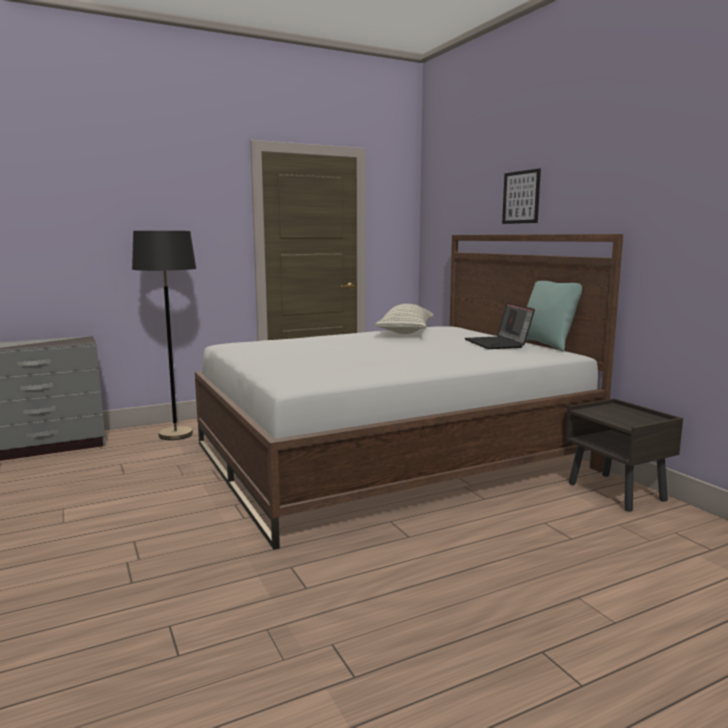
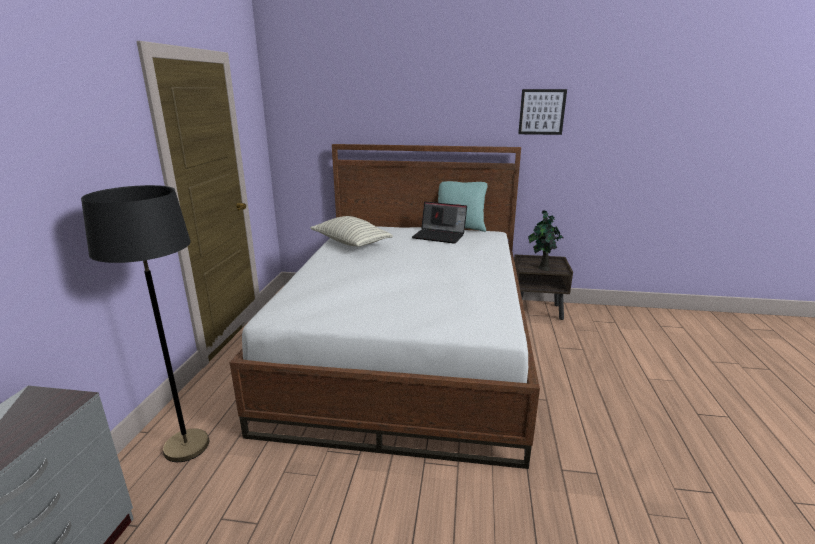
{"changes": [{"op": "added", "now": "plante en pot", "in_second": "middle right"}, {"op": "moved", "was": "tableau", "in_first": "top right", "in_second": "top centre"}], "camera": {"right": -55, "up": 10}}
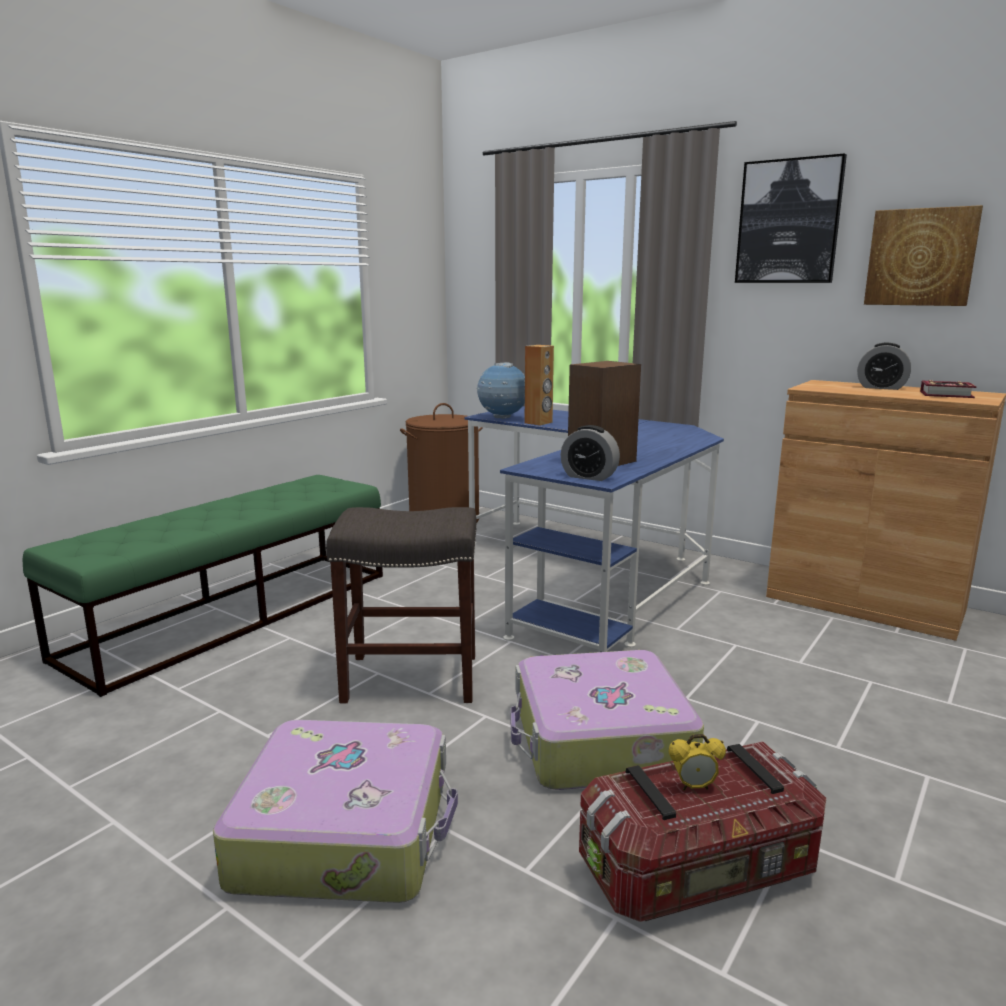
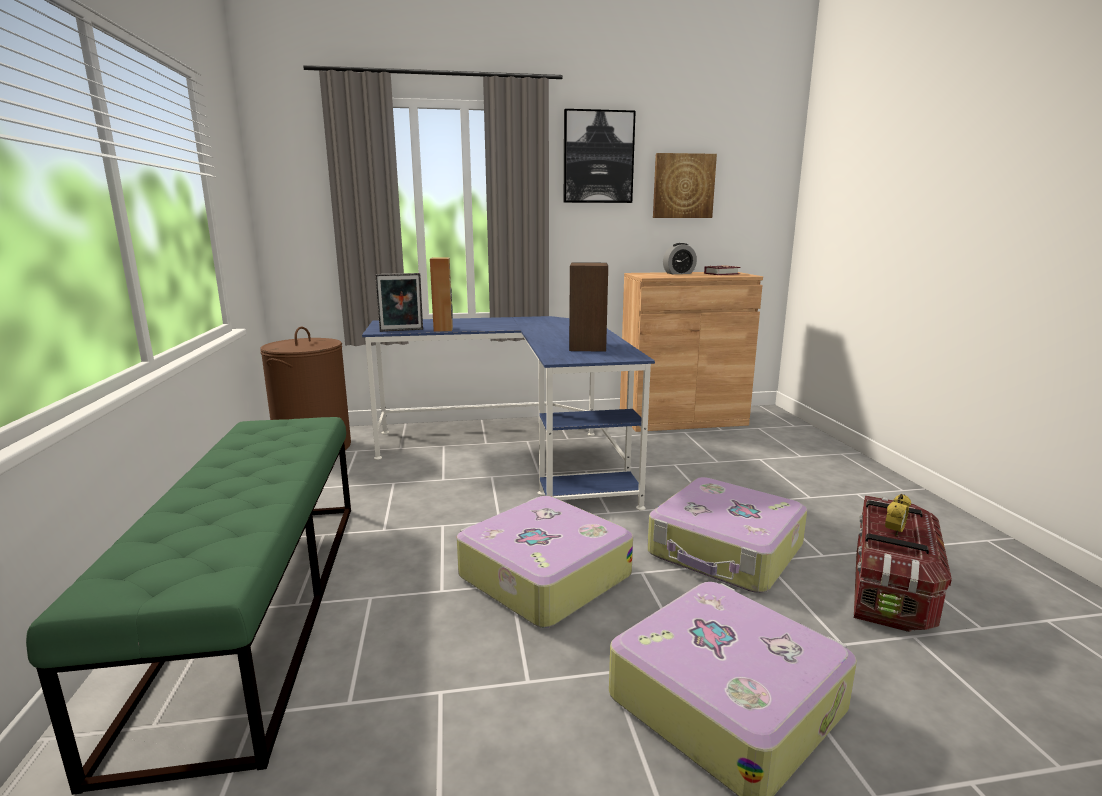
{"changes": [{"op": "removed", "was": "réveil (1st from left)", "in_first": "centre"}, {"op": "replaced", "was": "tabouret/gris", "now": "valise (1st from left)", "in_first": "centre", "in_second": "bottom centre"}, {"op": "replaced", "was": "globe", "now": "cadre photo", "in_first": "centre", "in_second": "centre"}], "camera": {"right": -45, "up": 0}}
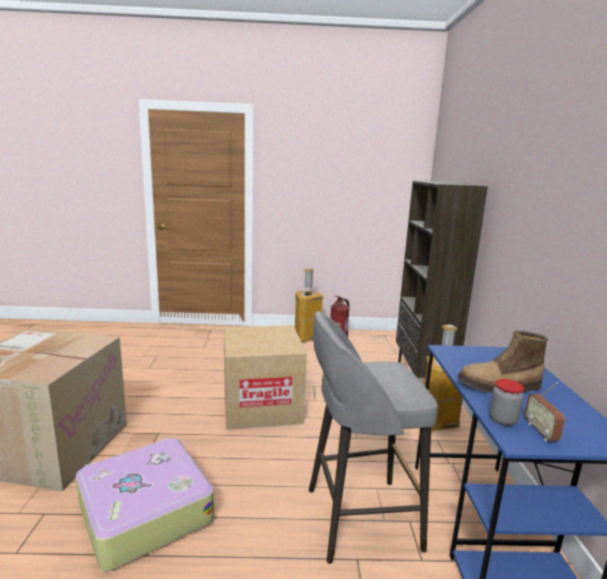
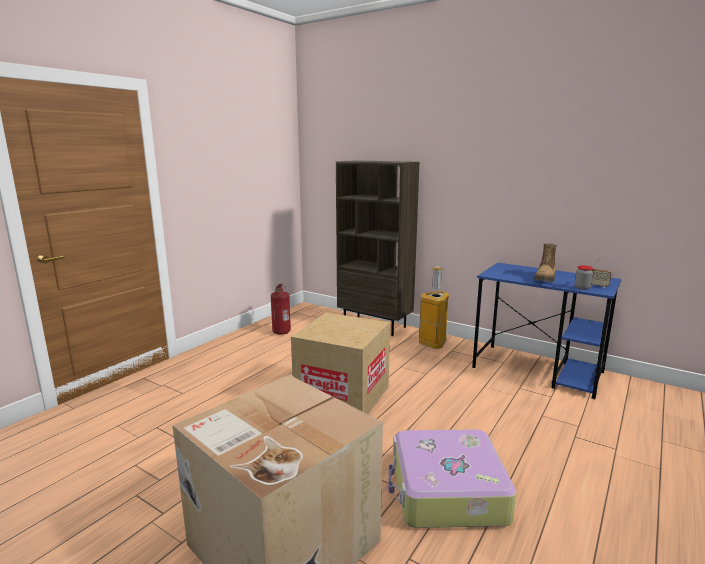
{"changes": [{"op": "removed", "was": "poubelle (1st from left)", "in_first": "centre"}, {"op": "removed", "was": "tabouret/gris", "in_first": "bottom centre"}], "camera": {"right": -55, "up": 0}}
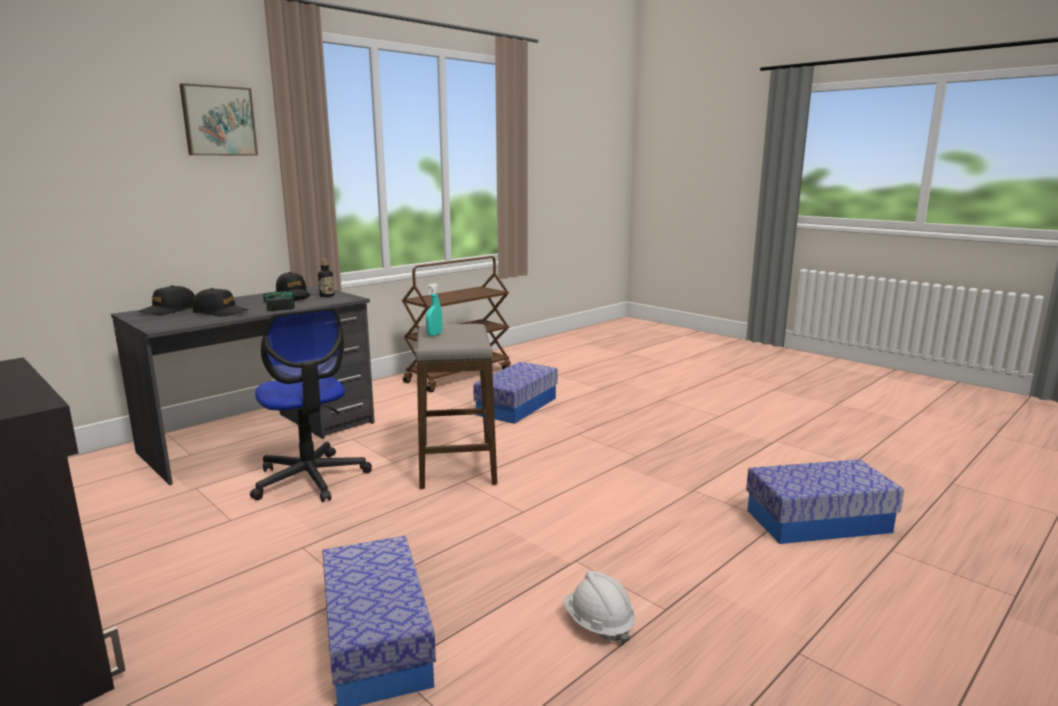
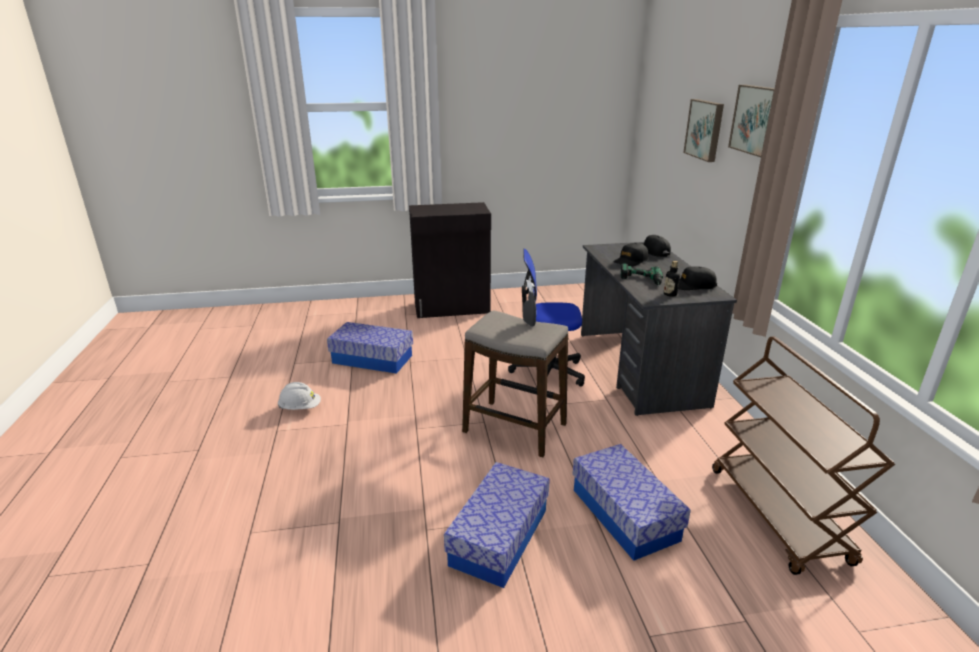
{"changes": [{"op": "added", "now": "tableau (1st from left)", "in_second": "top right"}, {"op": "moved", "was": "boîte de rangement (3rd from left in the first image)", "now": "boîte de rangement (2nd from left)", "in_first": "bottom right", "in_second": "bottom centre"}, {"op": "recoloured", "was": "vaporisateur/turquoise", "now": "vaporisateur/gris", "in_first": "centre", "in_second": "centre"}], "camera": {"right": 125, "up": 10}}
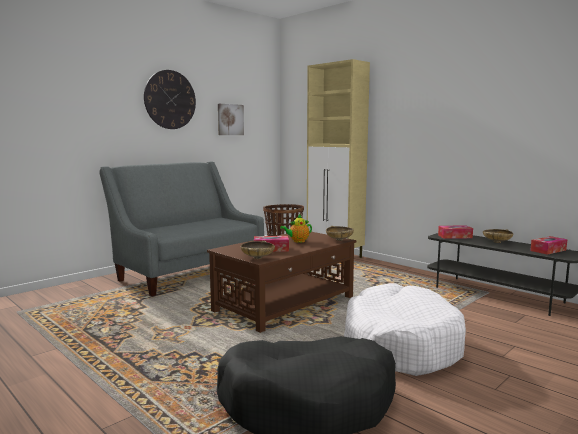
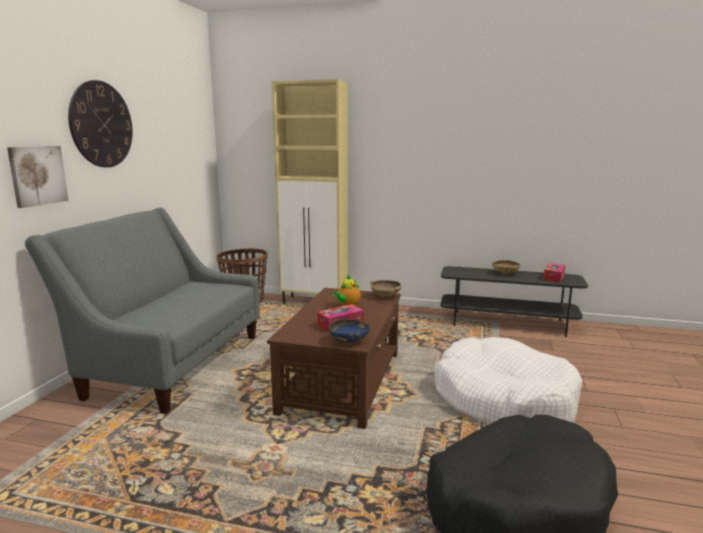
{"changes": [{"op": "removed", "was": "boîte à mouchoirs (2nd from left)", "in_first": "middle right"}, {"op": "moved", "was": "tableau", "in_first": "top centre", "in_second": "top left"}, {"op": "recoloured", "was": "bol/beige (1st from left)", "now": "bol/bleu", "in_first": "centre", "in_second": "centre"}], "camera": {"right": -30, "up": 5}}
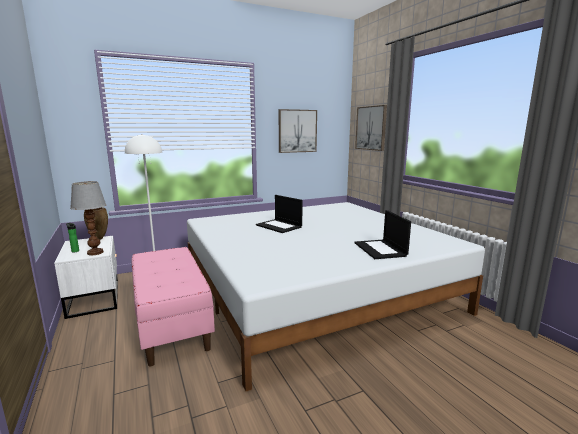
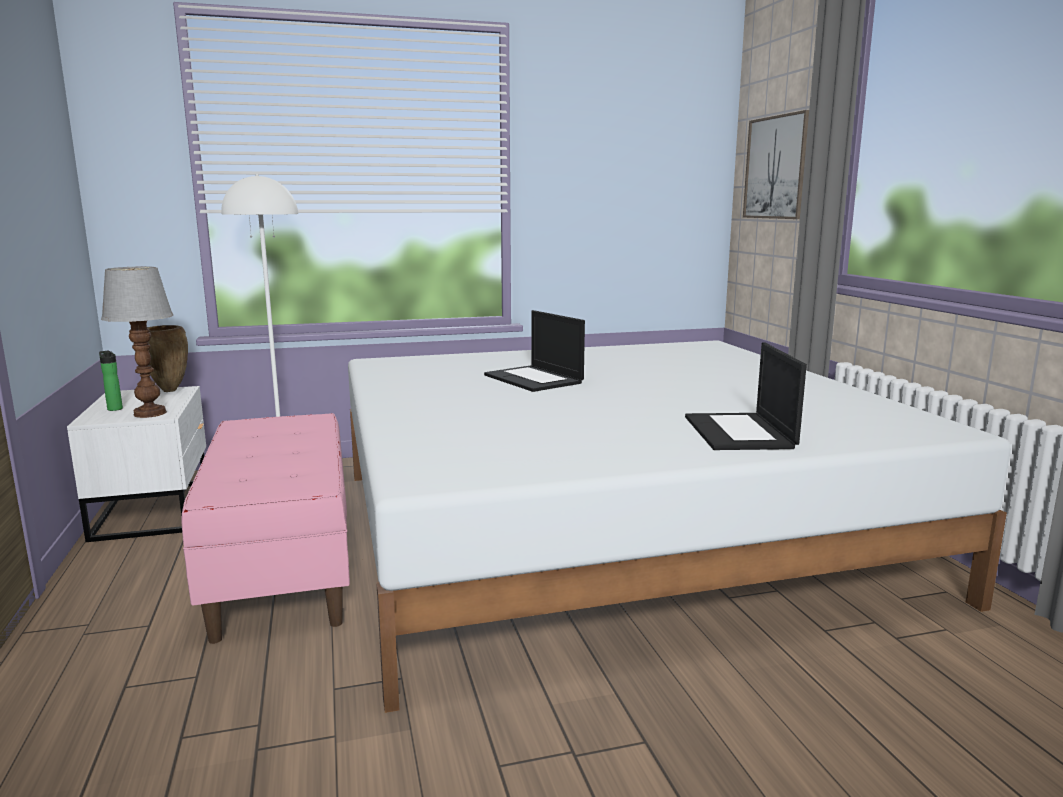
{"changes": [{"op": "removed", "was": "tableau (1st from left)", "in_first": "top centre"}], "camera": {"right": 10, "up": 0}}
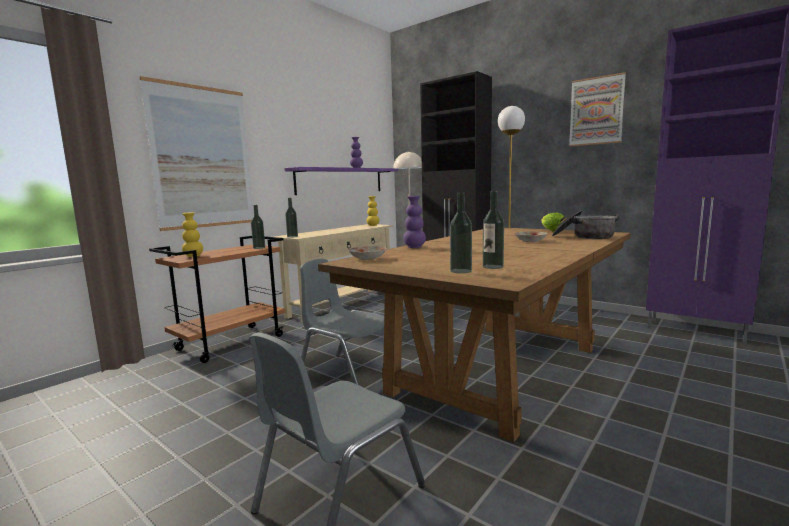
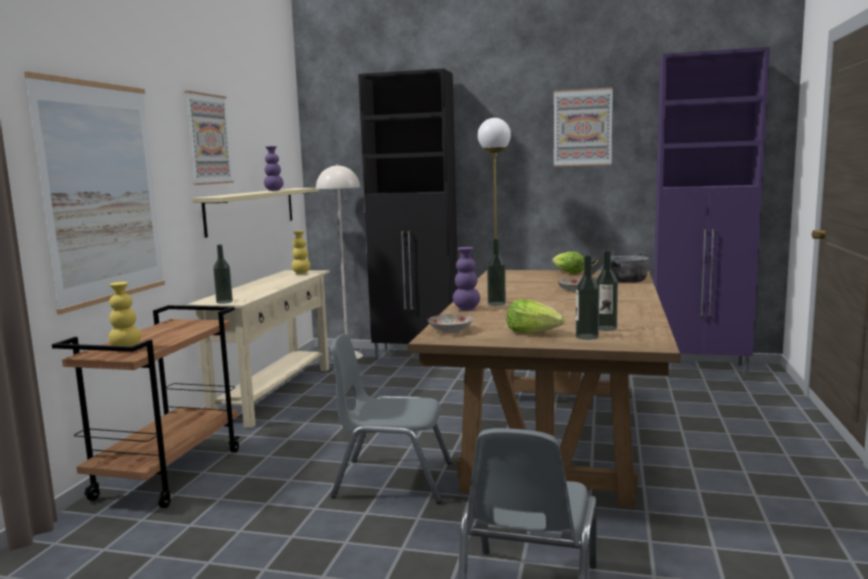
{"changes": [{"op": "added", "now": "tableau (2nd from left)", "in_second": "top left"}, {"op": "added", "now": "laitue (1st from left)", "in_second": "centre"}, {"op": "moved", "was": "bouteille (1st from left in the first image)", "now": "bouteille (2nd from left)", "in_first": "middle left", "in_second": "centre"}, {"op": "recoloured", "was": "étagère/violet", "now": "étagère/beige", "in_first": "centre", "in_second": "middle left"}], "camera": {"right": -25, "up": 0}}
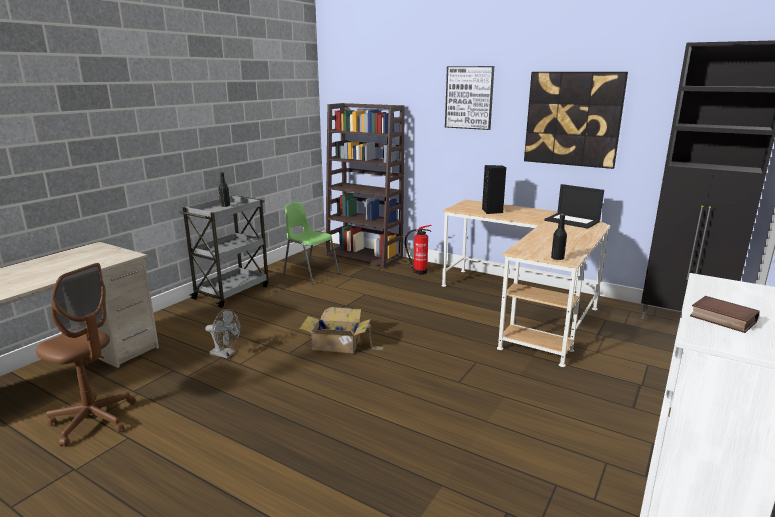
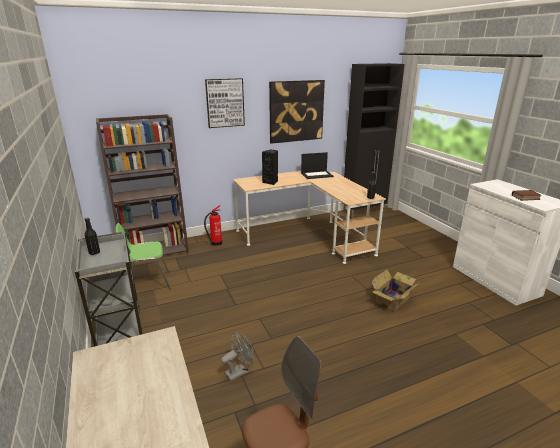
{"changes": [{"op": "moved", "was": "carton", "in_first": "centre", "in_second": "middle right"}], "camera": {"right": -55, "up": 5}}
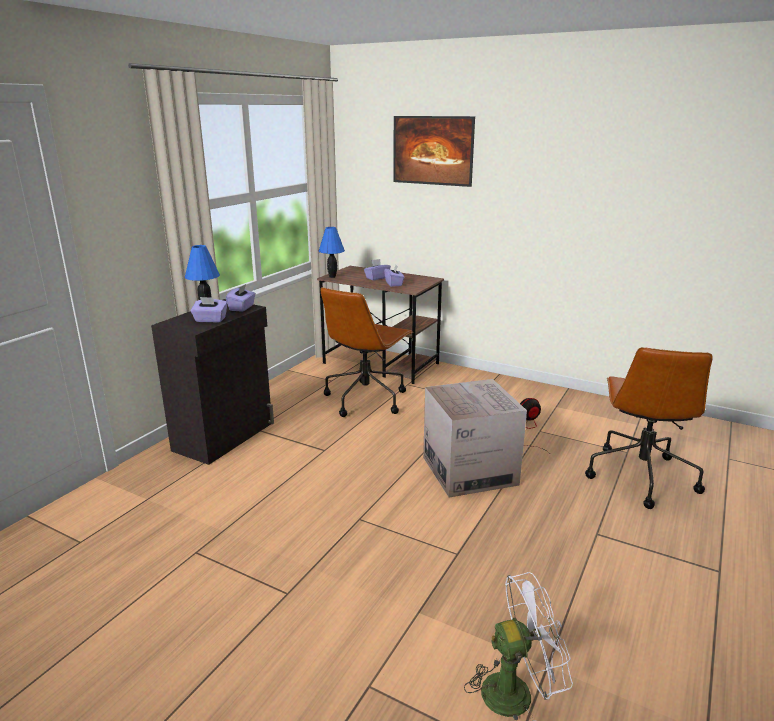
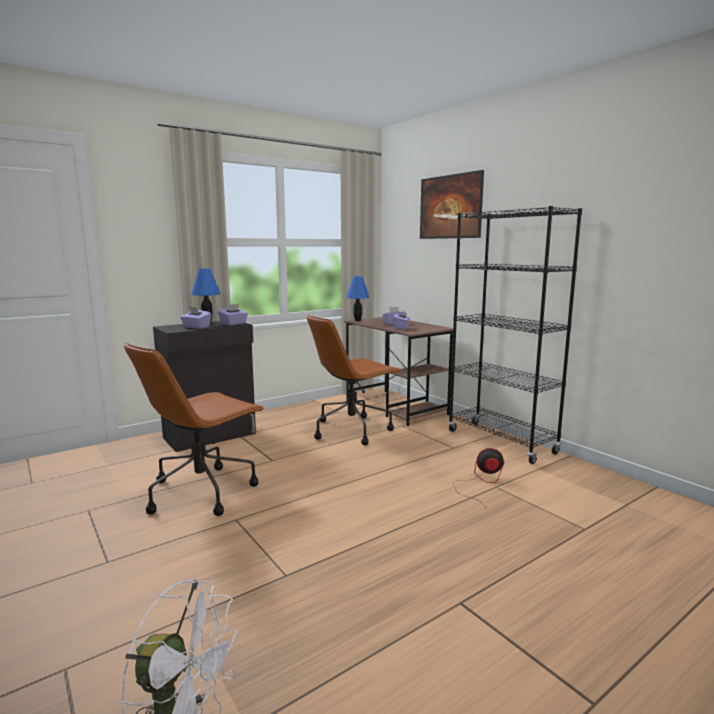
{"changes": [{"op": "removed", "was": "carton", "in_first": "centre"}, {"op": "added", "now": "bibliothèque/noir", "in_second": "middle right"}, {"op": "moved", "was": "chaise de bureau/marron (2nd from left in the first image)", "now": "chaise de bureau/marron (1st from left)", "in_first": "middle right", "in_second": "middle left"}], "camera": {"right": 25, "up": -10}}
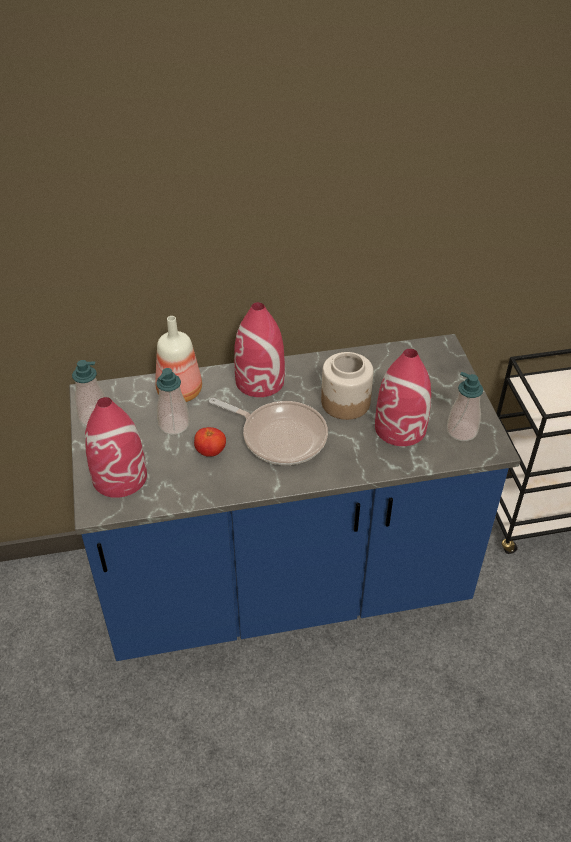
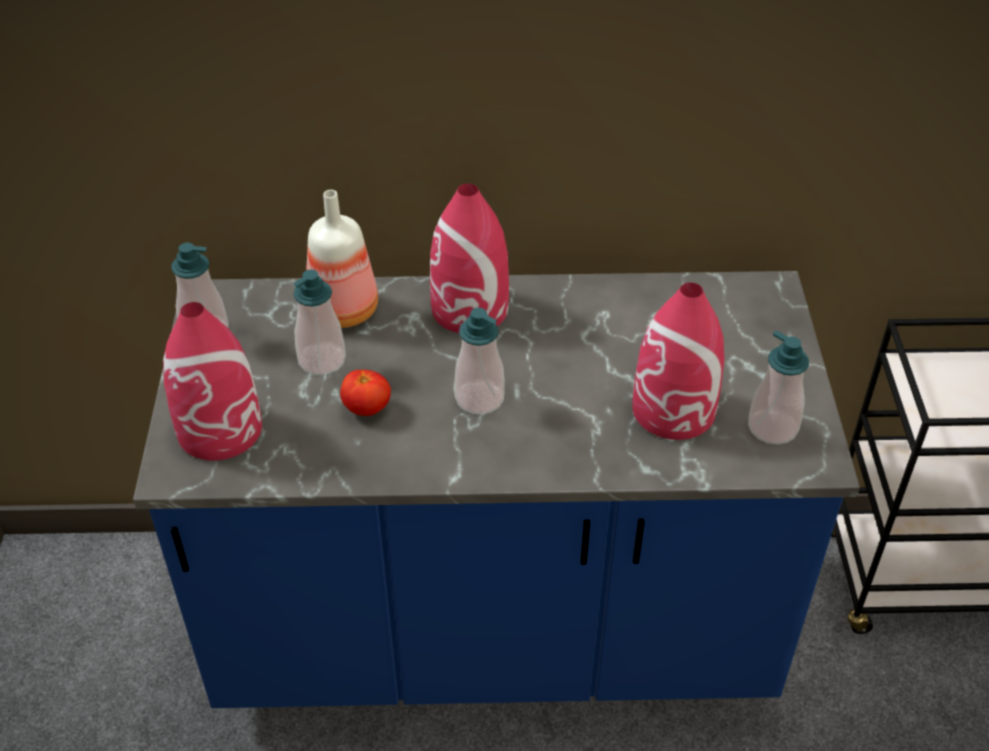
{"changes": [{"op": "removed", "was": "bocal", "in_first": "centre"}, {"op": "replaced", "was": "poêle", "now": "distributeur de savon (3rd from left)", "in_first": "centre", "in_second": "centre"}], "camera": {"right": 10, "up": 0}}
